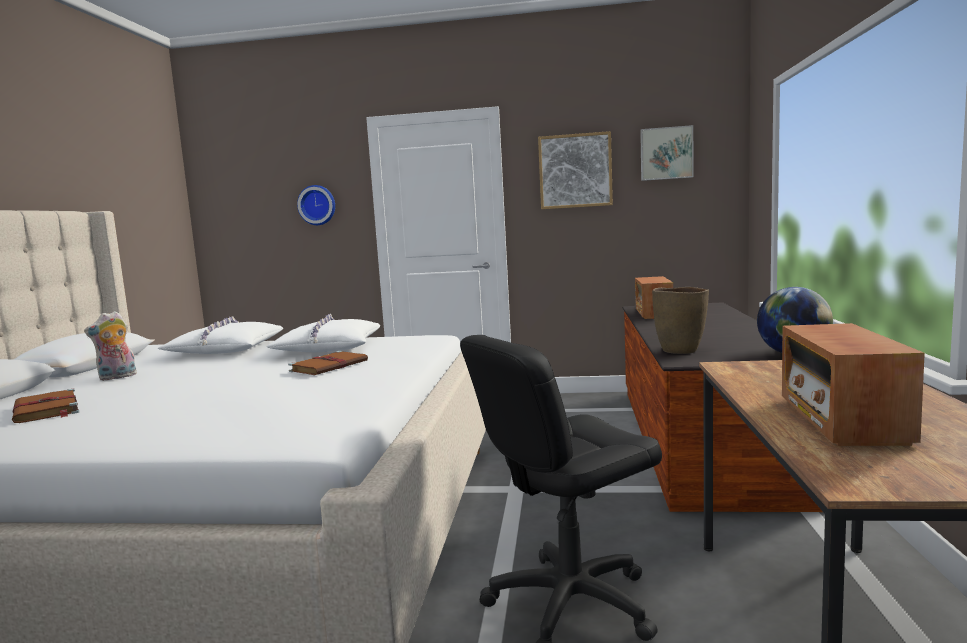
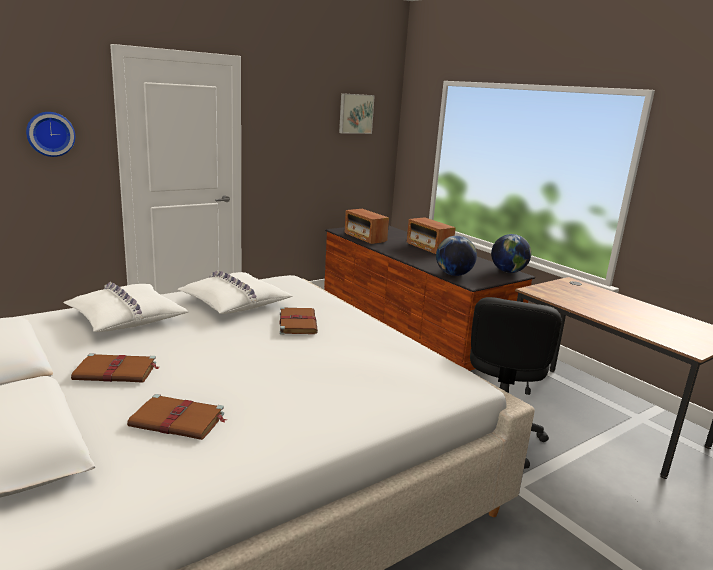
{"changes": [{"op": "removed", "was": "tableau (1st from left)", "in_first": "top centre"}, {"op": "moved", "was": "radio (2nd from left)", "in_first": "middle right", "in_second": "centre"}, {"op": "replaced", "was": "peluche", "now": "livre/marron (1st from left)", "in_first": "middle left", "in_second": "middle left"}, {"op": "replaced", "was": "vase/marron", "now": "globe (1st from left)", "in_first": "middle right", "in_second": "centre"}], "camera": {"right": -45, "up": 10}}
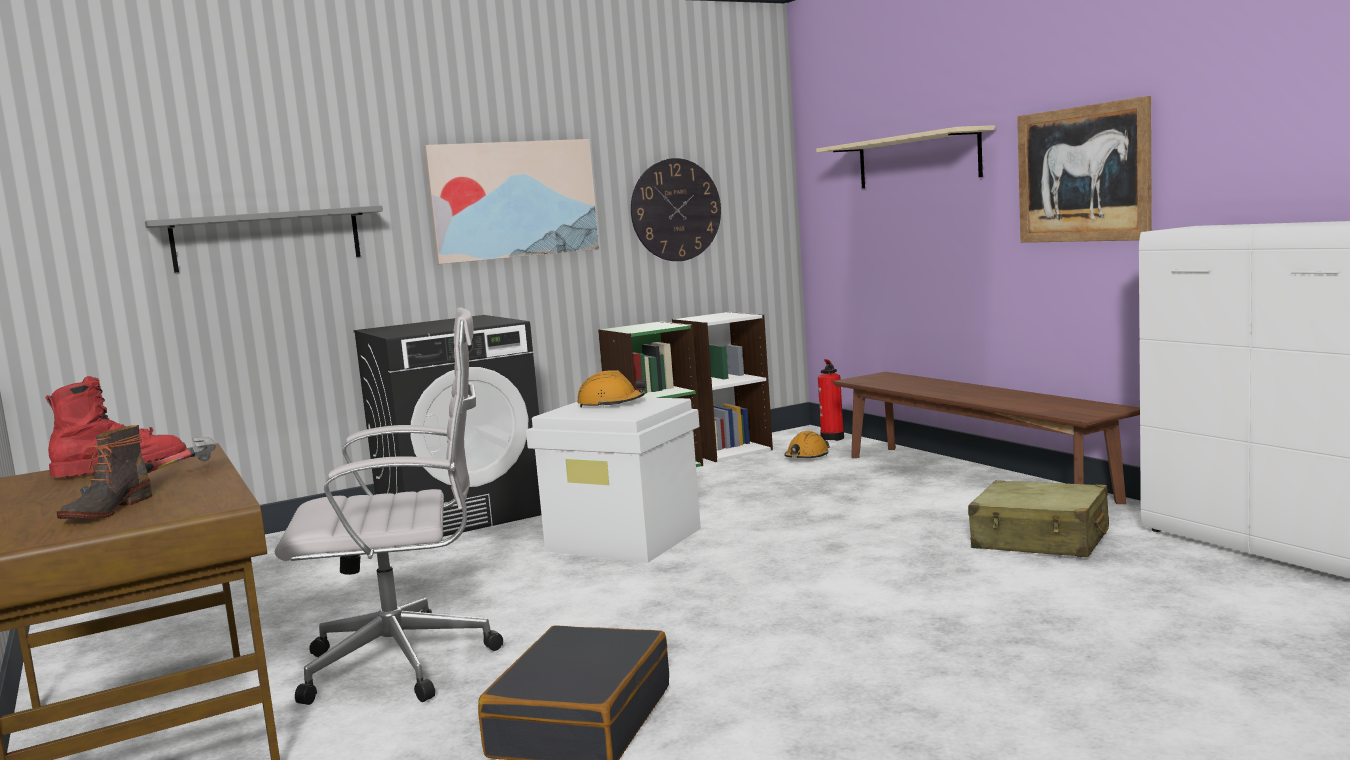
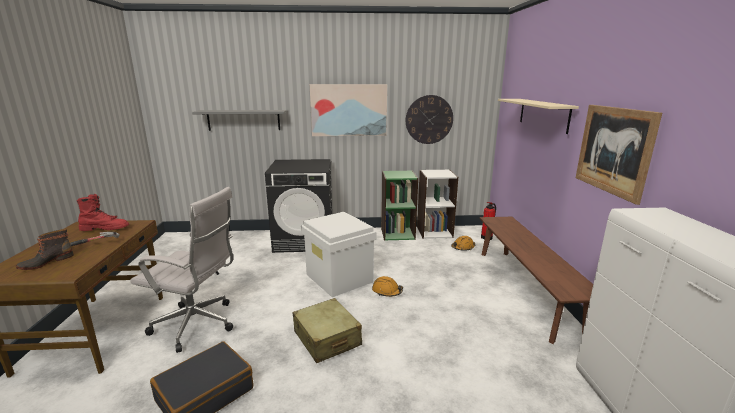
{"changes": [{"op": "moved", "was": "casque de chantier/orange (1st from left)", "in_first": "centre", "in_second": "bottom centre"}, {"op": "moved", "was": "valise/beige", "in_first": "bottom right", "in_second": "bottom centre"}], "camera": {"right": 25, "up": 10}}
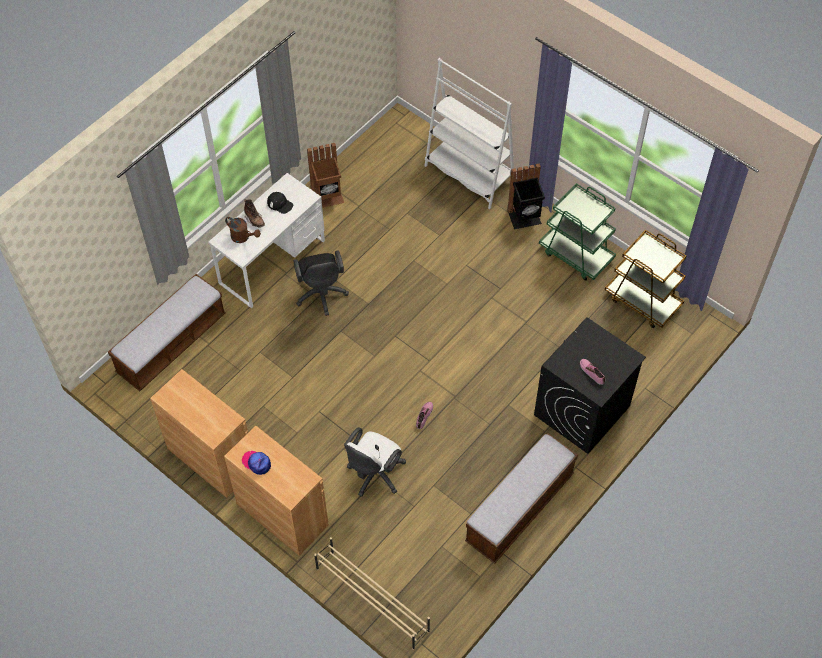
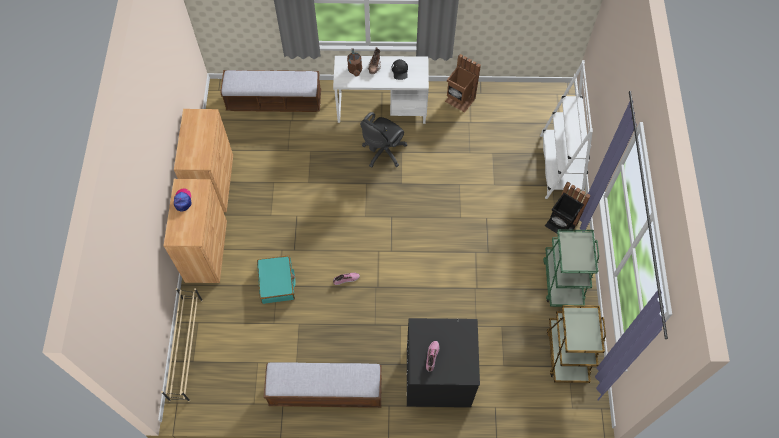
{"changes": [{"op": "replaced", "was": "chaise de bureau/blanc", "now": "valise/turquoise", "in_first": "bottom centre", "in_second": "centre"}], "camera": {"right": 50, "up": 5}}
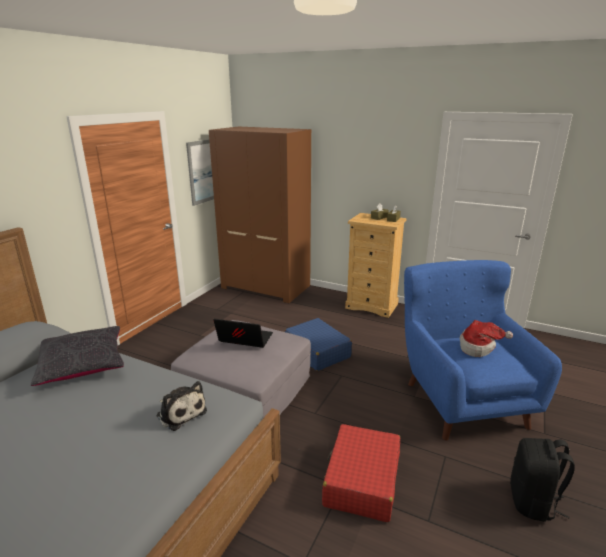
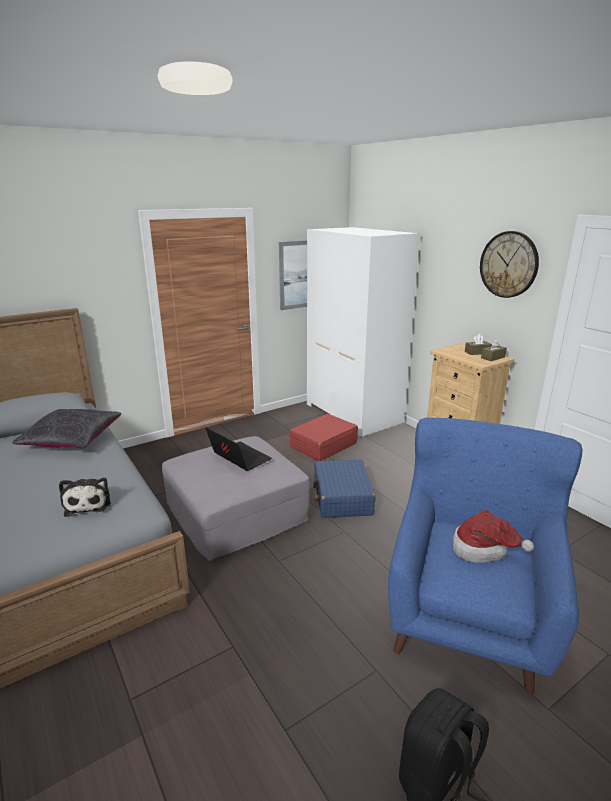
{"changes": [{"op": "added", "now": "horloge murale", "in_second": "top right"}, {"op": "moved", "was": "valise/rouge", "in_first": "bottom centre", "in_second": "centre"}, {"op": "recoloured", "was": "armoire/marron", "now": "armoire/blanc", "in_first": "centre", "in_second": "centre"}], "camera": {"right": 30, "up": 0}}
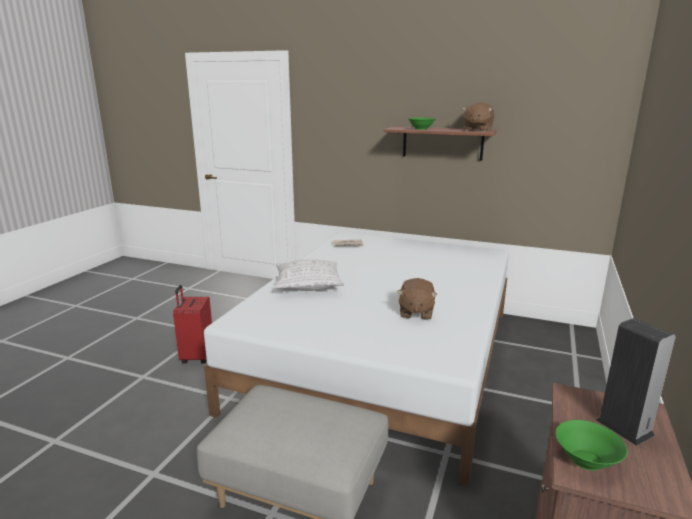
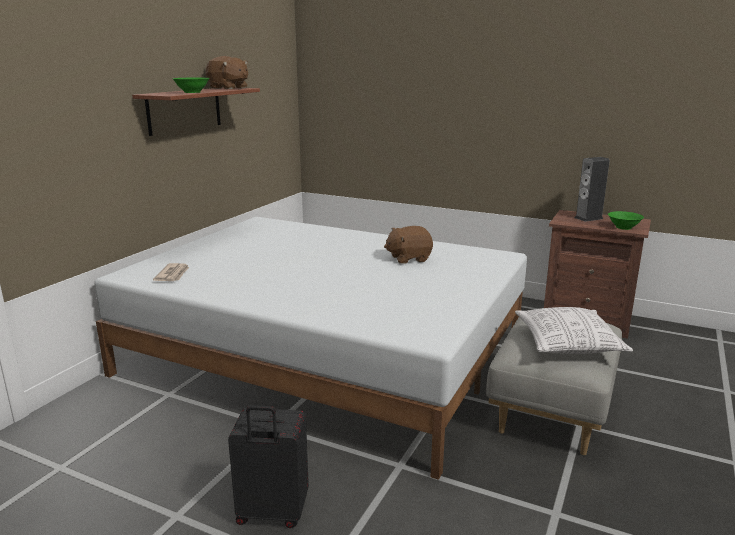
{"changes": [{"op": "moved", "was": "coussin", "in_first": "centre", "in_second": "middle right"}, {"op": "recoloured", "was": "valise/rouge", "now": "valise/noir", "in_first": "middle left", "in_second": "bottom centre"}, {"op": "turned", "was": "peluche/marron (1st from left in the first image)", "in_first": "centre", "in_second": "centre", "clockwise": 150}], "camera": {"right": -85, "up": 0}}
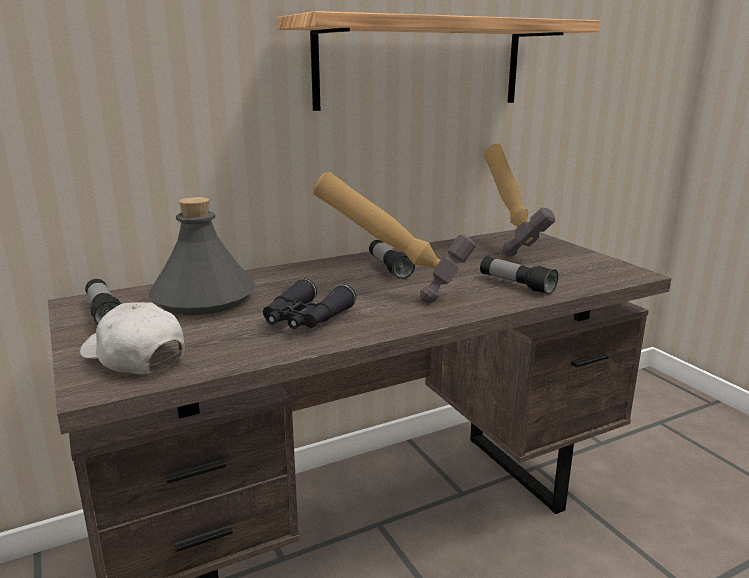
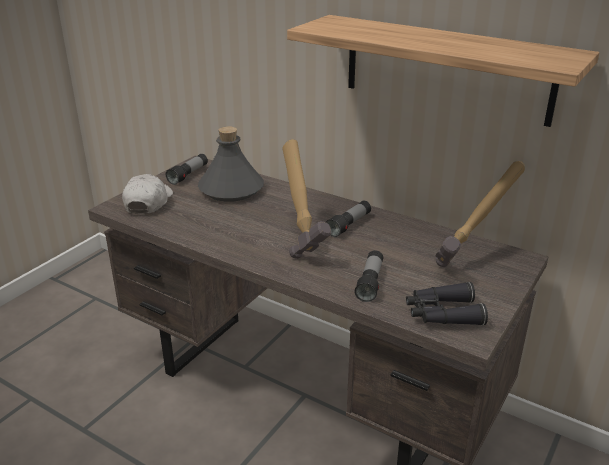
{"changes": [{"op": "moved", "was": "jumelles/noir", "in_first": "centre", "in_second": "middle right"}], "camera": {"right": 60, "up": 10}}
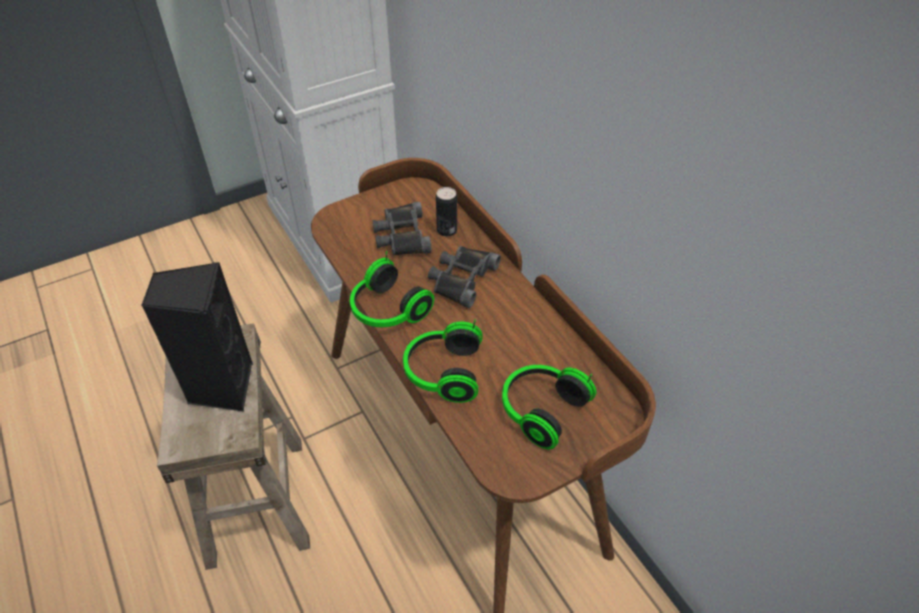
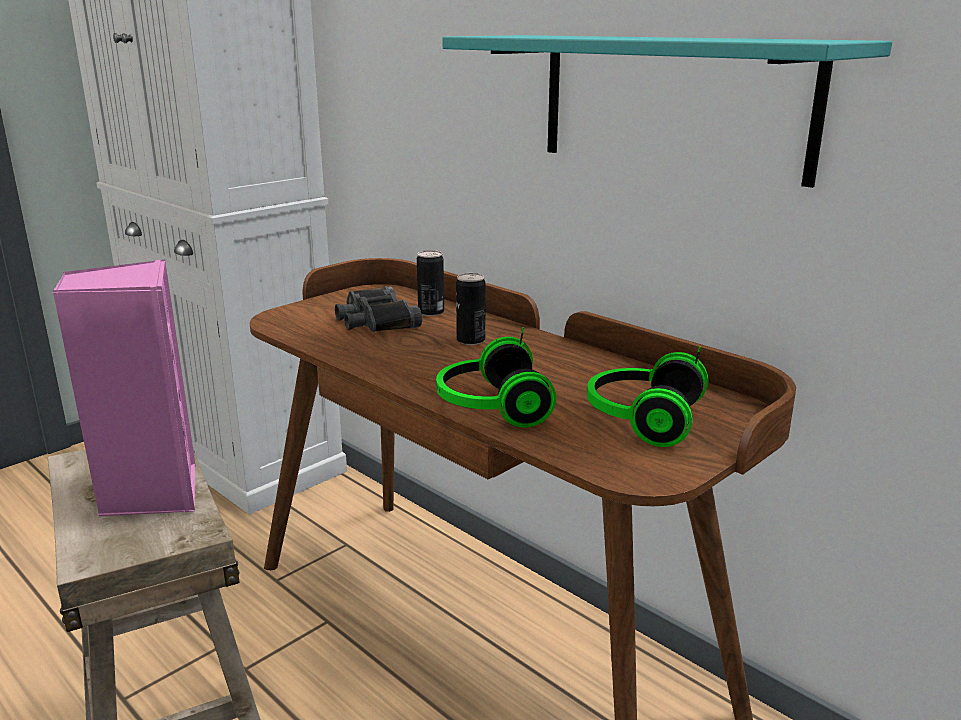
{"changes": [{"op": "removed", "was": "casque audio (1st from left)", "in_first": "centre"}, {"op": "added", "now": "étagère/turquoise", "in_second": "top right"}, {"op": "replaced", "was": "jumelles/noir (2nd from left)", "now": "boîte métallique (2nd from left)", "in_first": "centre", "in_second": "centre"}, {"op": "recoloured", "was": "enceinte/noir", "now": "enceinte/rose", "in_first": "middle left", "in_second": "middle left"}], "camera": {"right": -15, "up": -25}}
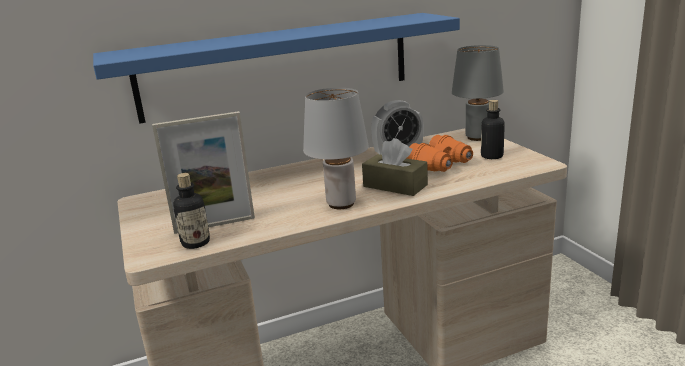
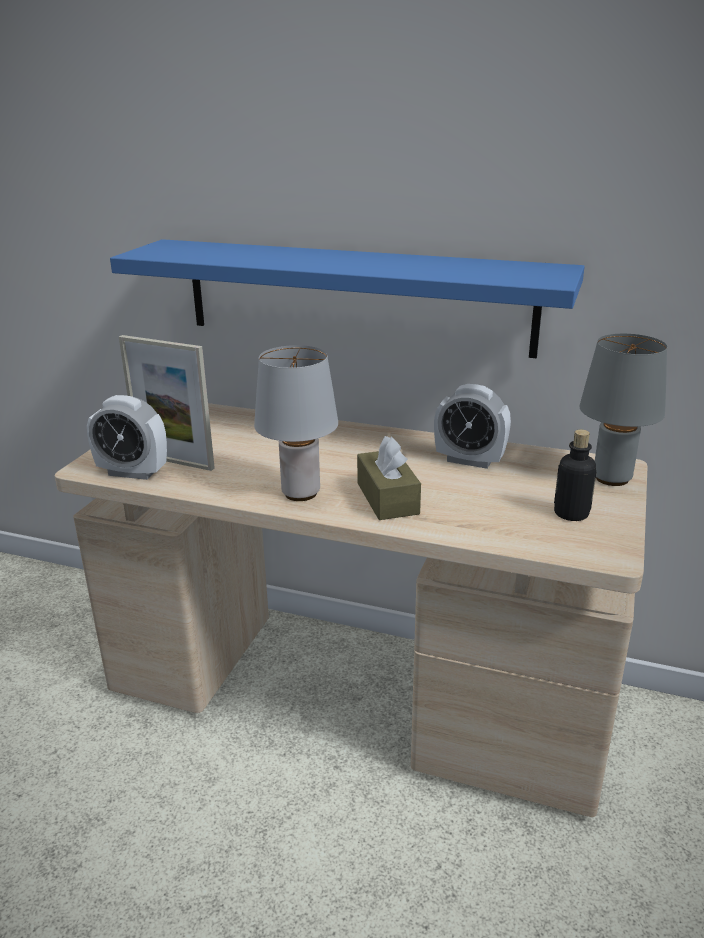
{"changes": [{"op": "removed", "was": "jumelles/orange", "in_first": "centre"}, {"op": "replaced", "was": "bouteille (1st from left)", "now": "réveil (1st from left)", "in_first": "middle left", "in_second": "middle left"}], "camera": {"right": 40, "up": 5}}
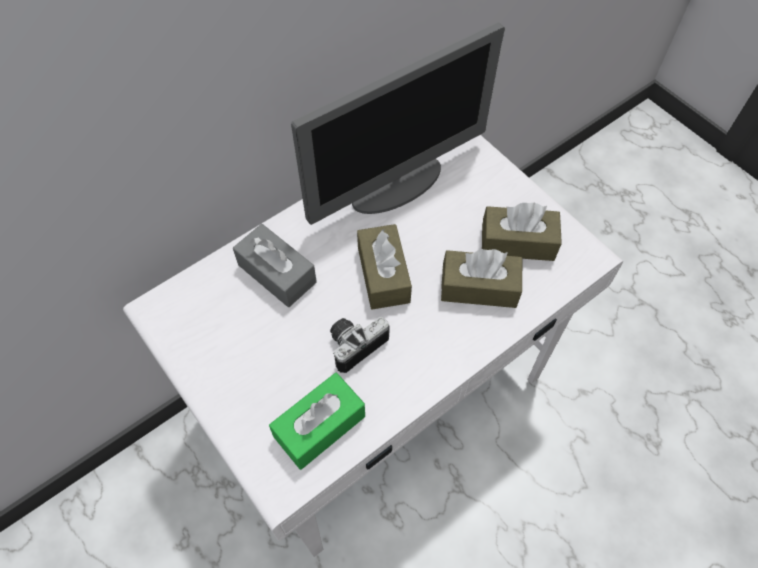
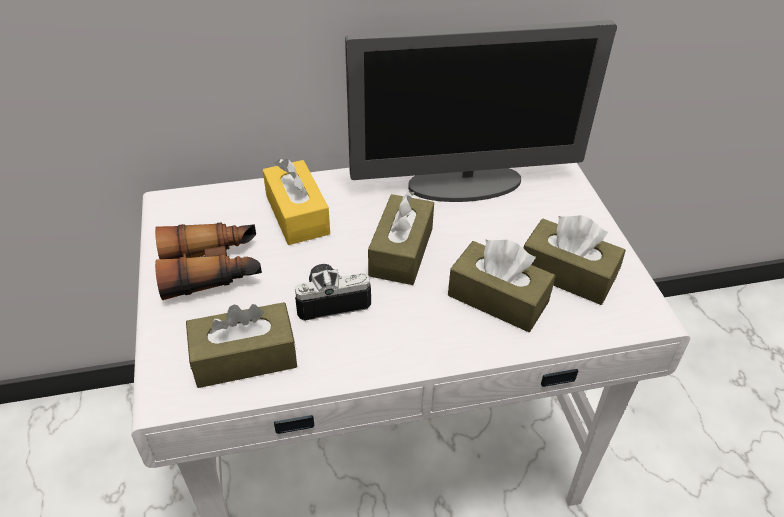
{"changes": [{"op": "added", "now": "jumelles", "in_second": "middle left"}, {"op": "recoloured", "was": "boîte à mouchoirs/gris", "now": "boîte à mouchoirs/jaune", "in_first": "centre", "in_second": "centre"}, {"op": "recoloured", "was": "boîte à mouchoirs/vert", "now": "boîte à mouchoirs/marron (1st from left)", "in_first": "bottom centre", "in_second": "bottom left"}], "camera": {"right": 25, "up": -15}}
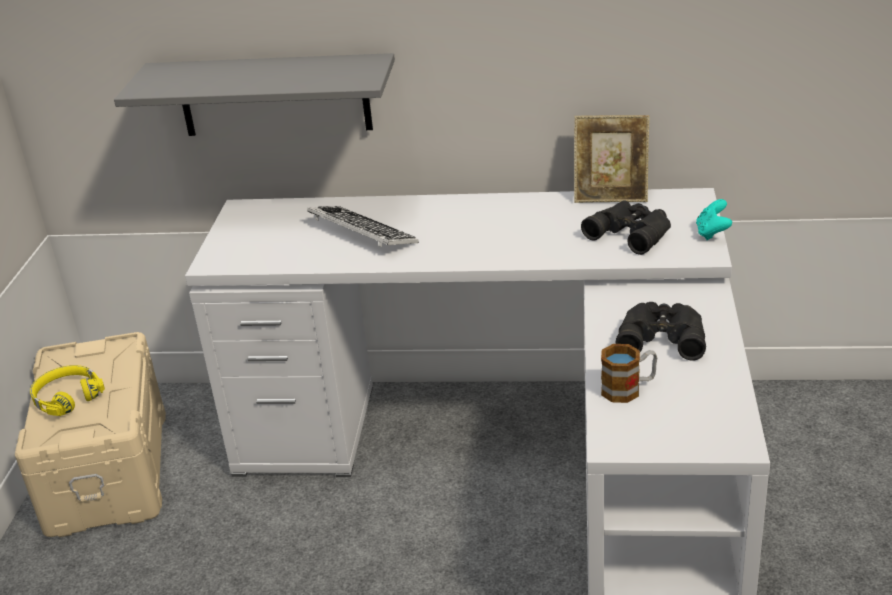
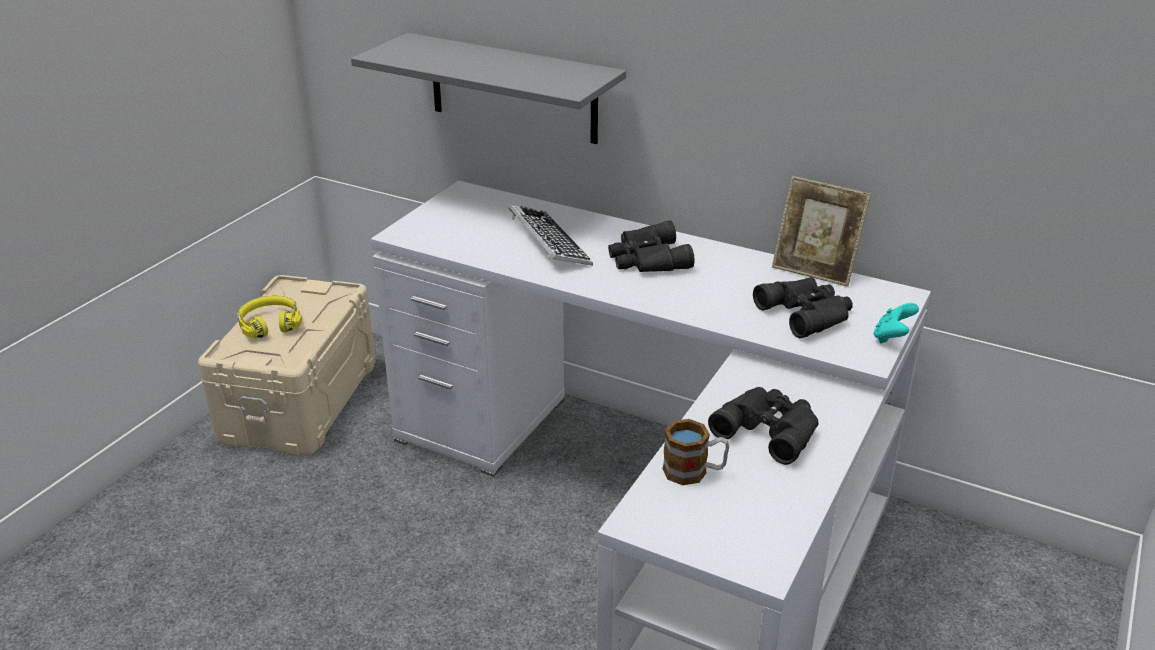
{"changes": [{"op": "added", "now": "jumelles/noir (1st from left)", "in_second": "centre"}], "camera": {"right": 20, "up": 0}}
